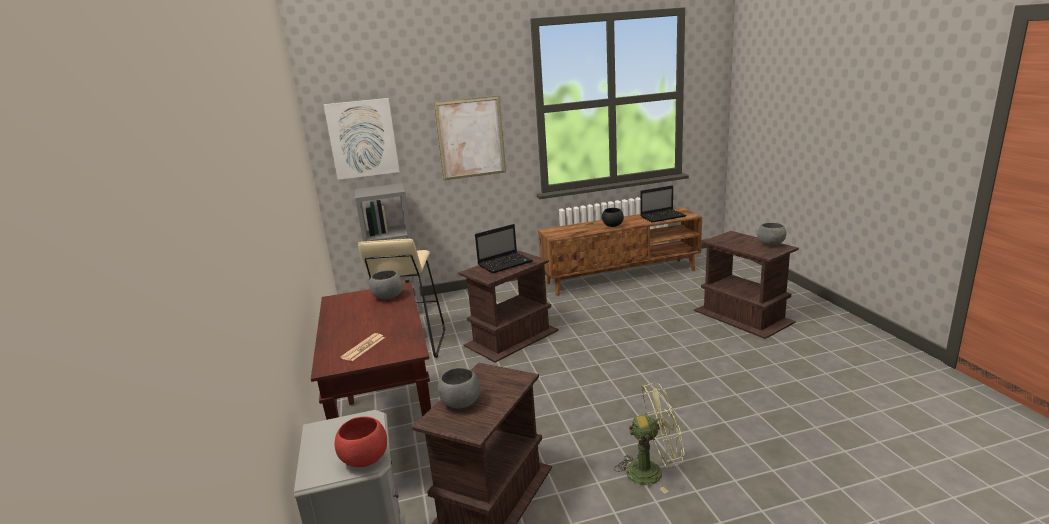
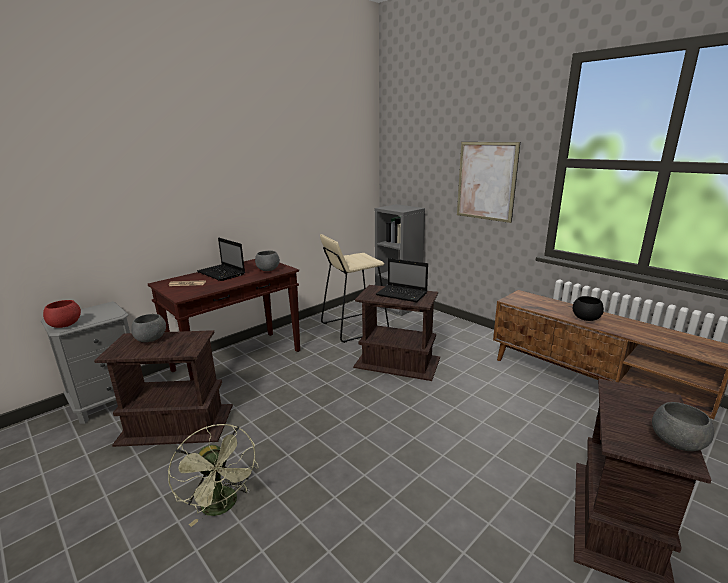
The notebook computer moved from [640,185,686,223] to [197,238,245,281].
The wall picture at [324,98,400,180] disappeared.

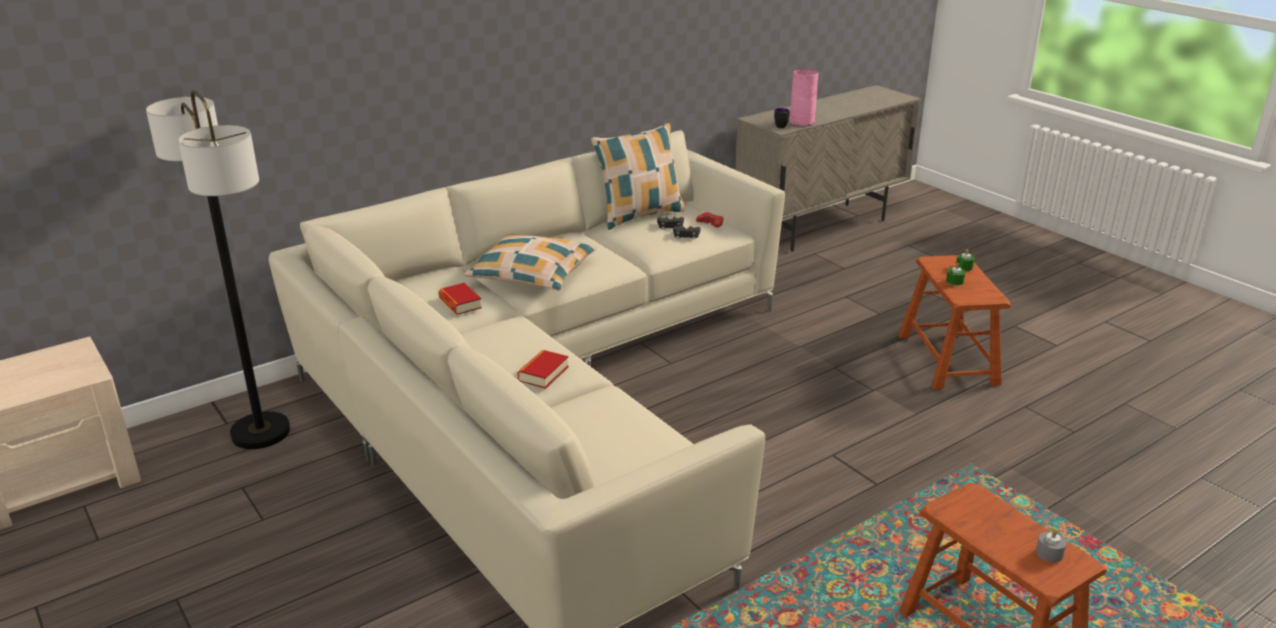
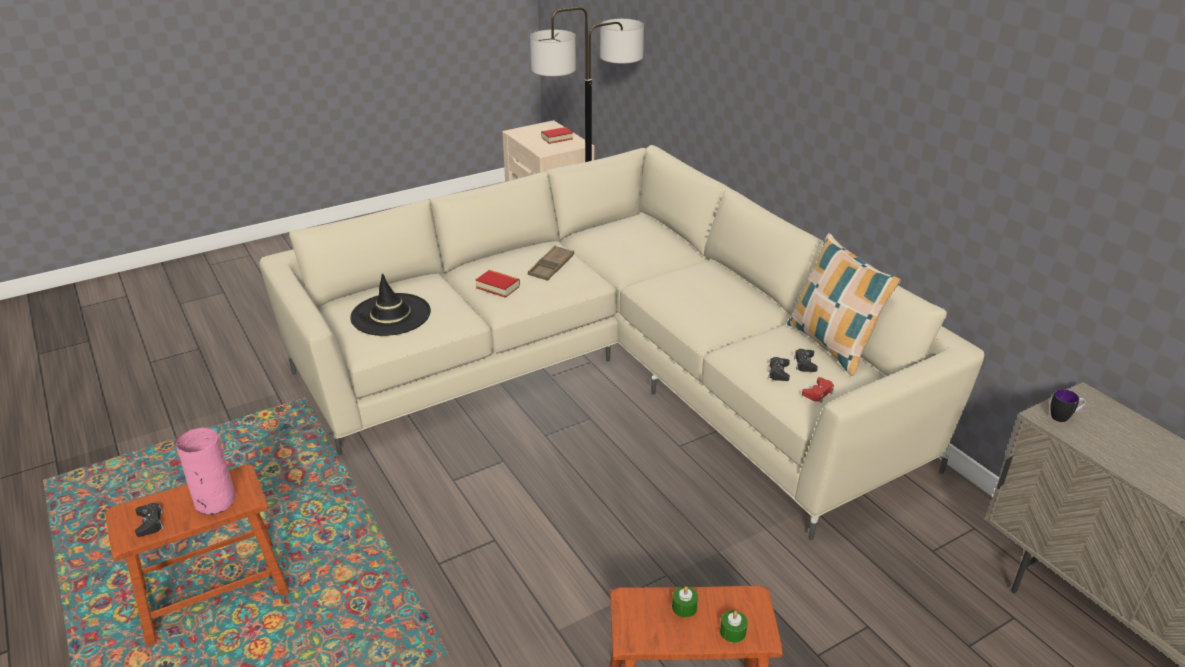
The grey wax candle at [1036,529,1067,562] was replaced by the black-coloured game controller at [135,503,164,537].
The pink-coloured flower vase moved from [789,69,818,127] to [176,427,236,515].
The black-coloured hat at [350,273,431,336] appeared.
The brown carrying tray at [528,245,574,281] appeared.
The volume moved from [438,283,482,315] to [541,127,573,144].
The throw pillow at [464,234,596,290] disappeared.

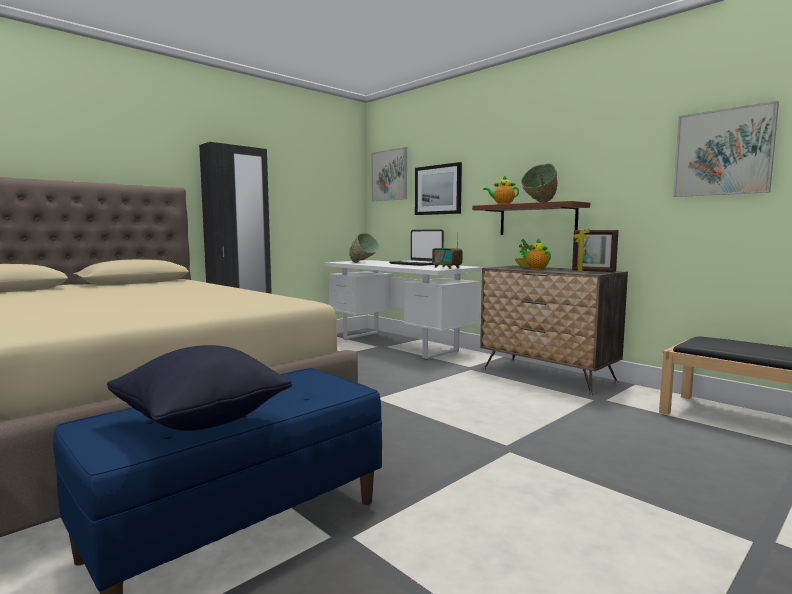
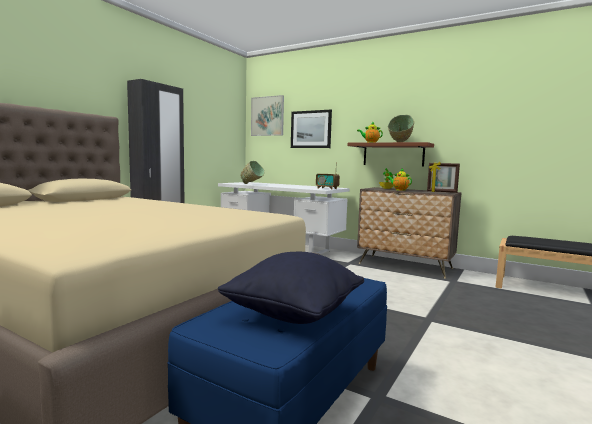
The notebook computer at [389,230,444,266] disappeared.
The wall picture at [673,101,779,197] disappeared.

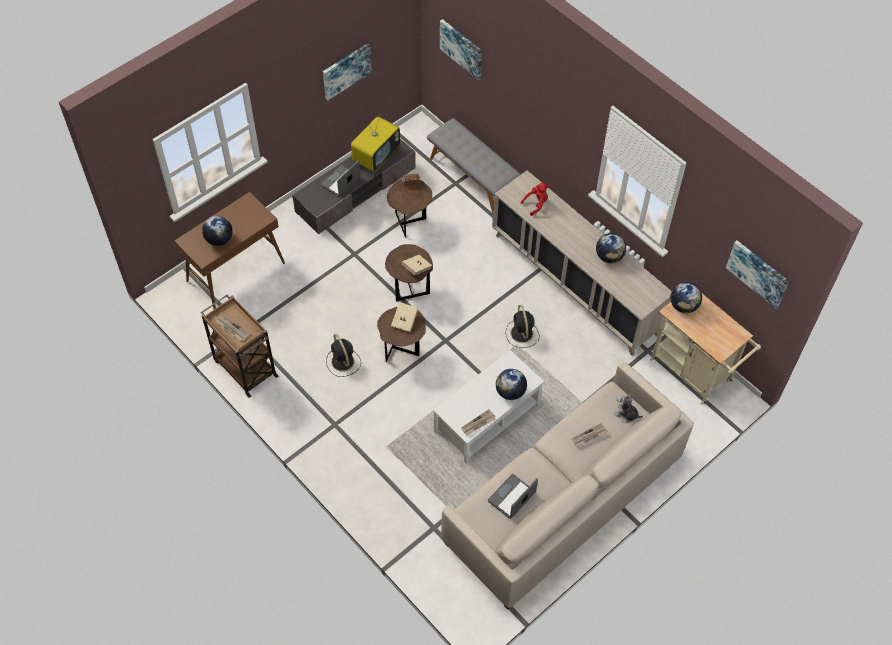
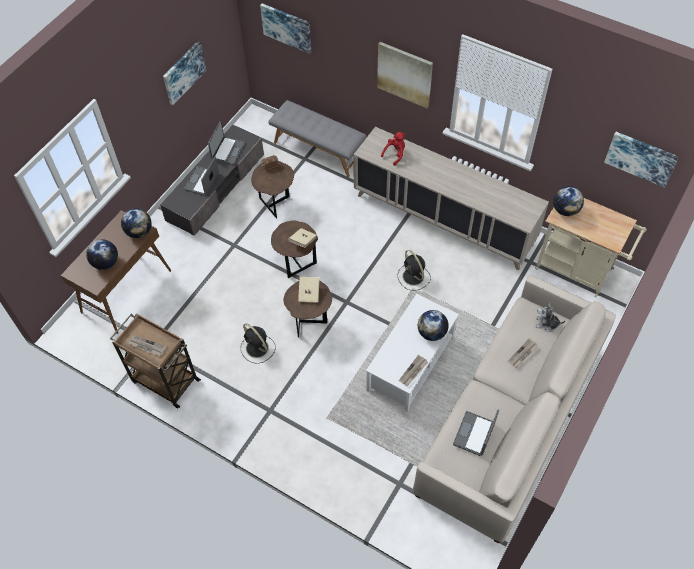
The globe moved from [596,233,626,263] to [121,208,152,238].
The TV set at [351,116,400,172] was replaced by the notebook computer at [208,121,245,165].
The wall picture at [377,42,433,108] appeared.

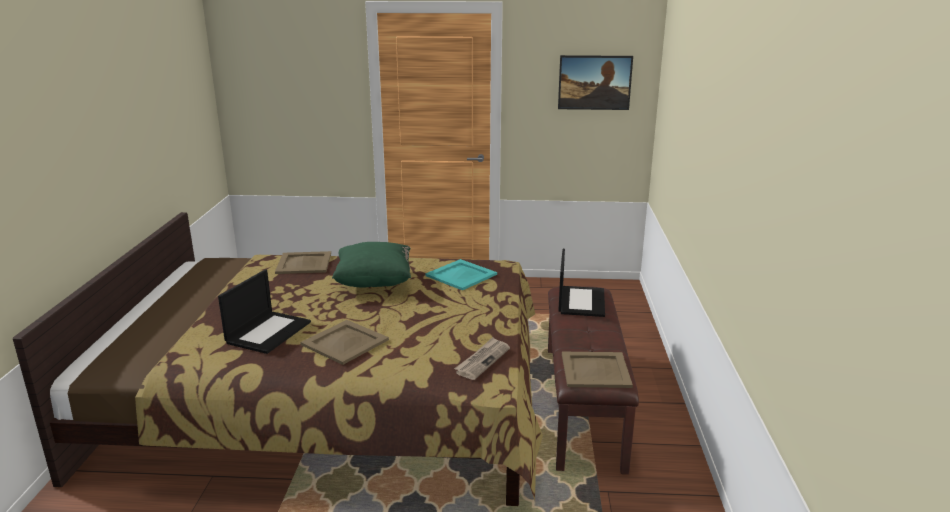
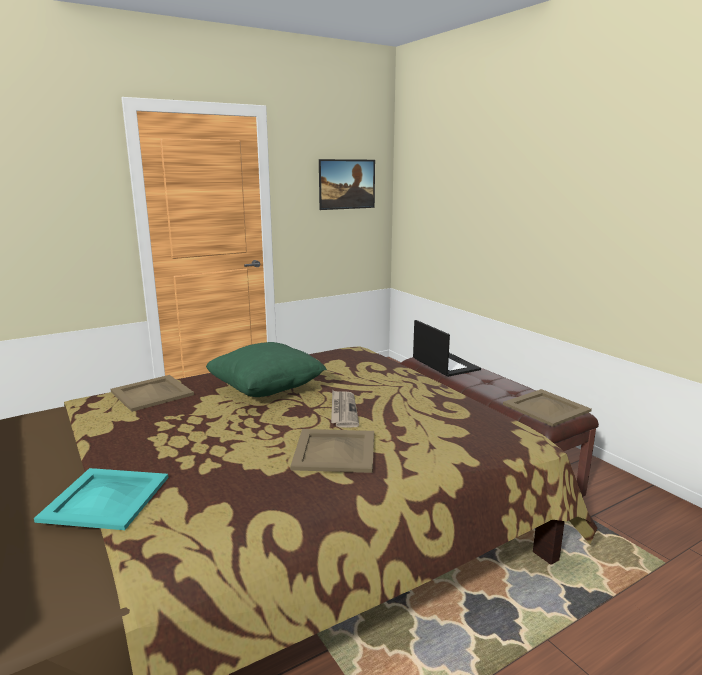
The blue-green carrying tray moved from [425,259,497,291] to [34,468,168,530].
The printed paper moved from [454,337,510,380] to [331,390,359,427].
The notebook computer at [218,269,311,354] disappeared.

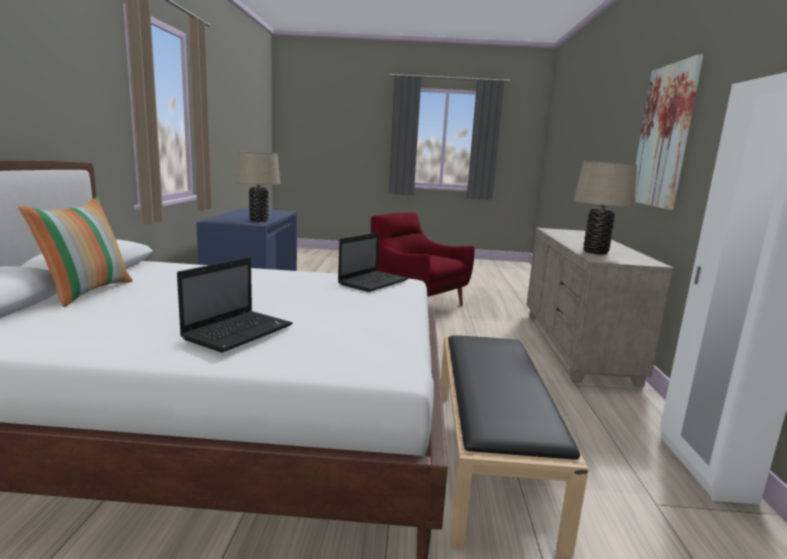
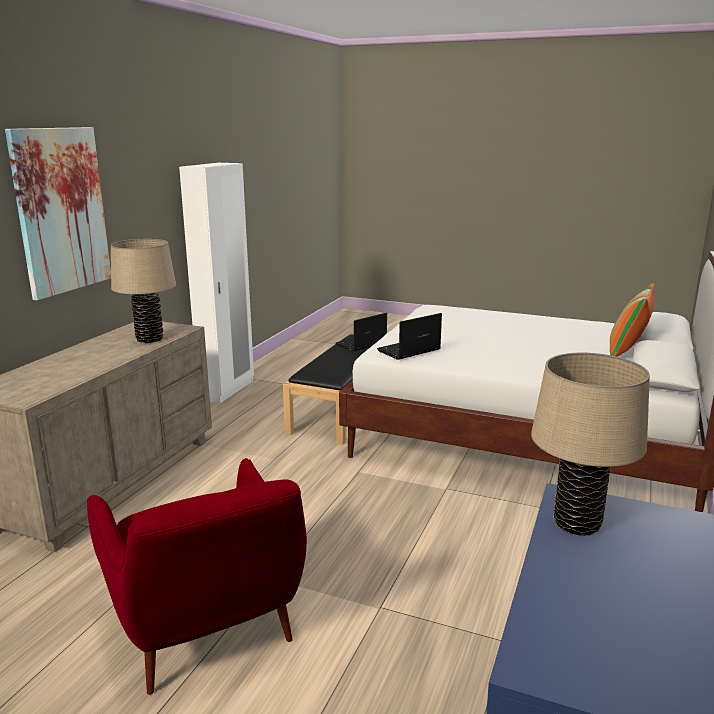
The notebook computer moved from [177,257,293,353] to [336,313,387,351].

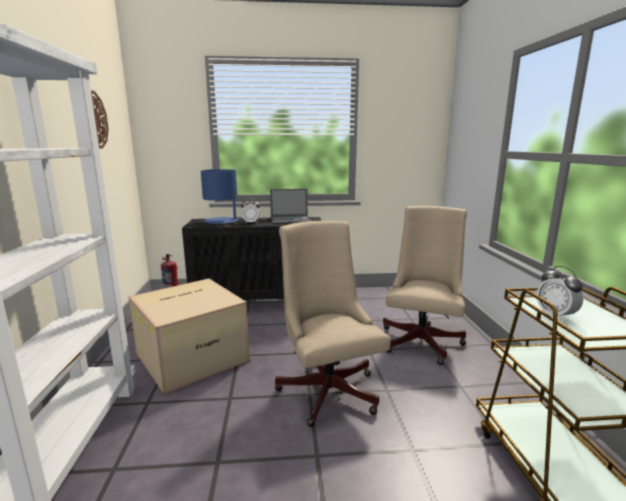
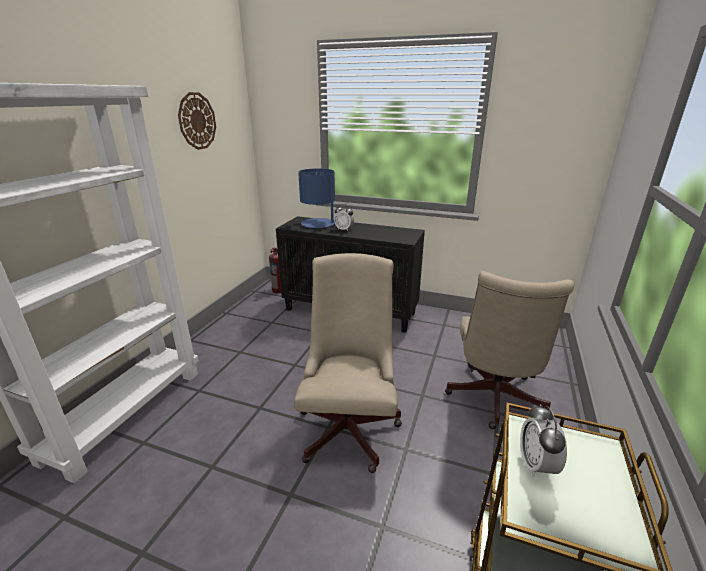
The beige office chair at [383,206,467,365] turned 150 degrees clockwise.
The packing box at [129,278,250,394] disappeared.
The notebook computer at [270,189,311,224] disappeared.

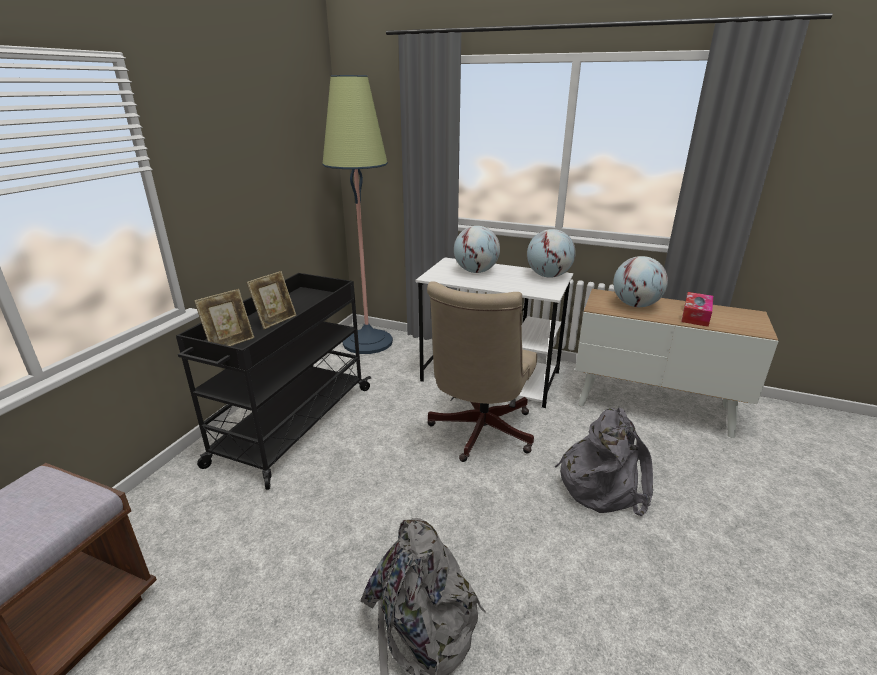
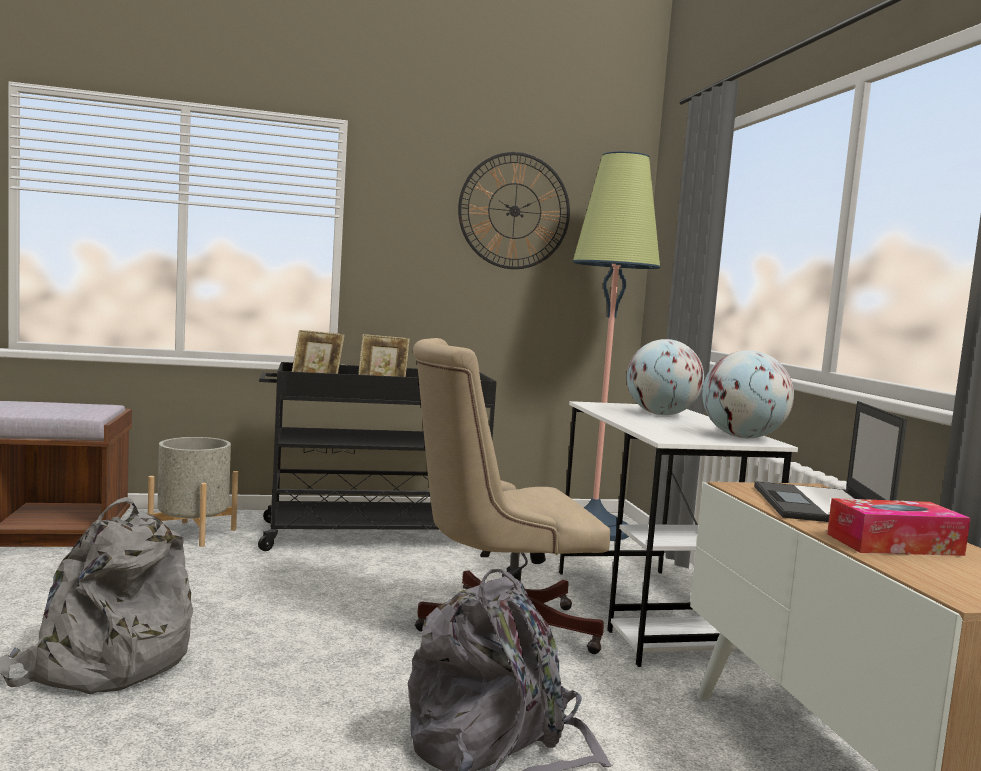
The grey flower pot at [148,437,238,547] appeared.
The wall clock at [458,152,570,269] appeared.
The globe at [613,256,668,307] was replaced by the notebook computer at [754,401,907,522].

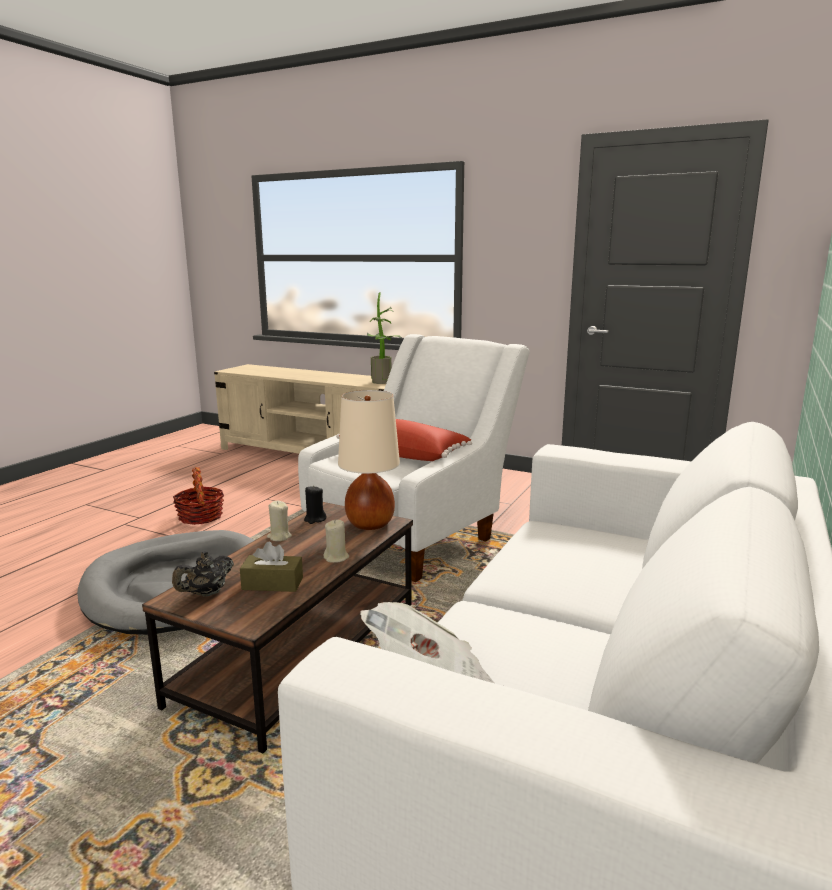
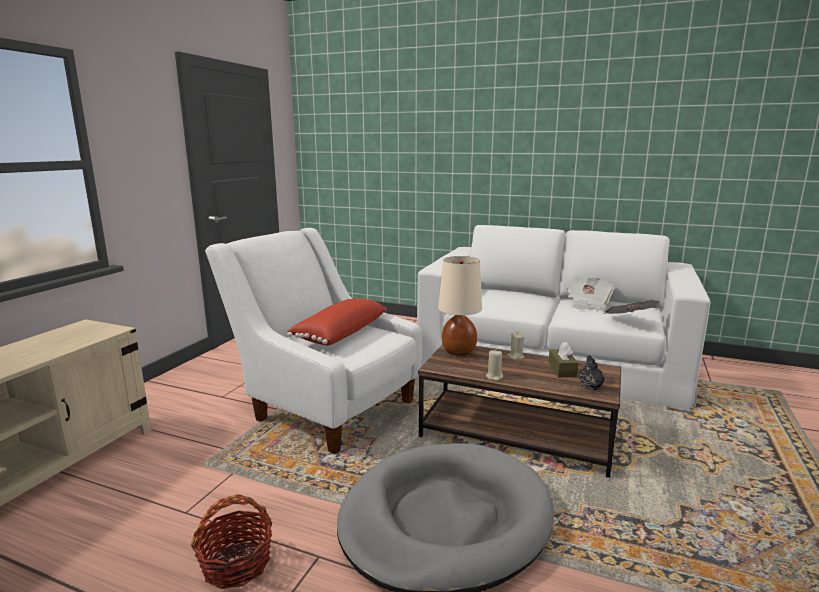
The printed paper at [567,277,615,310] appeared.
The black-coloured pot for tea at [172,551,234,597] turned 120 degrees counterclockwise.
The black-coloured wax candle at [304,485,327,524] disappeared.
The houseplant at [367,292,402,384] disappeared.

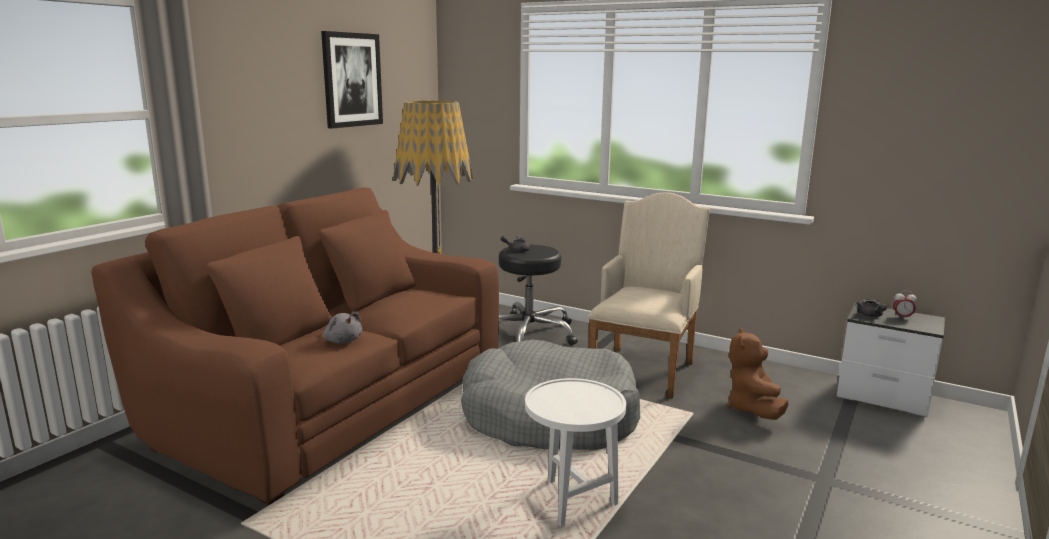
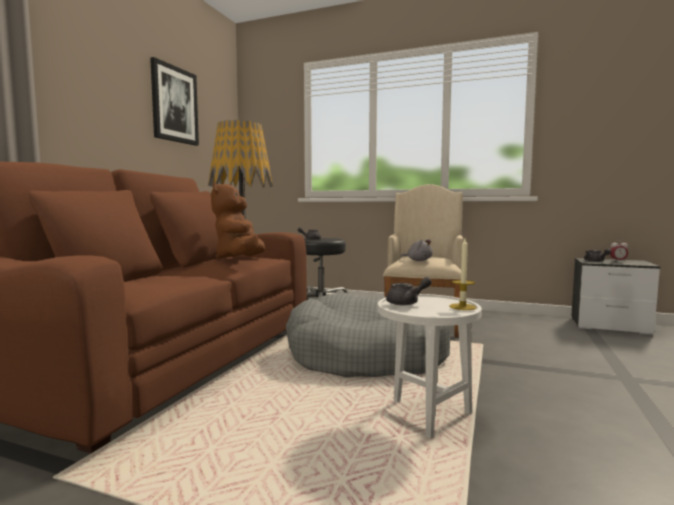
The brown cuddly toy moved from [727,328,788,420] to [211,182,265,259].
The grey pot for tea at [386,277,432,305] appeared.
The grey cuddly toy moved from [324,312,362,344] to [400,239,433,261].
The wax candle at [449,238,476,310] appeared.

